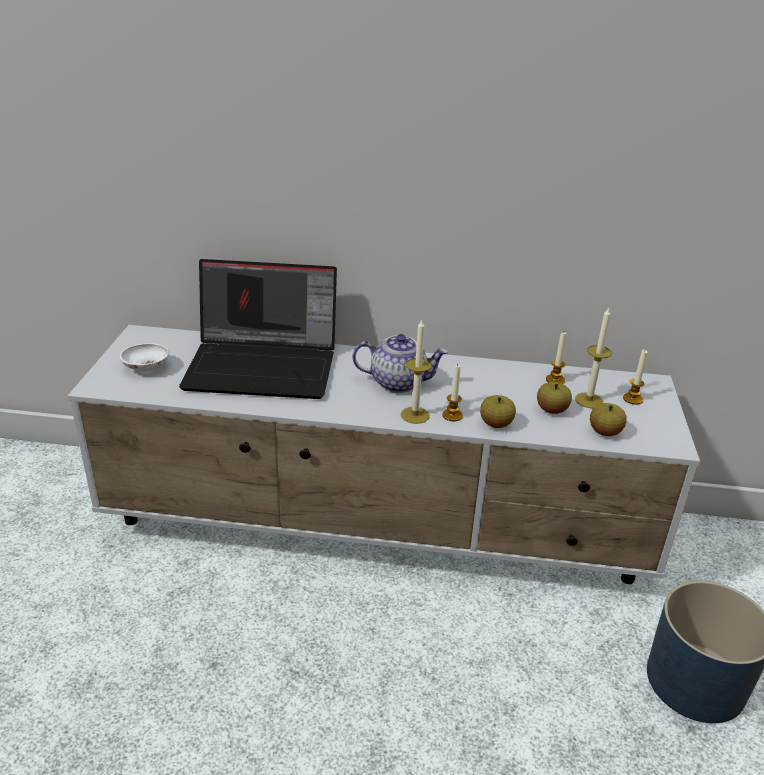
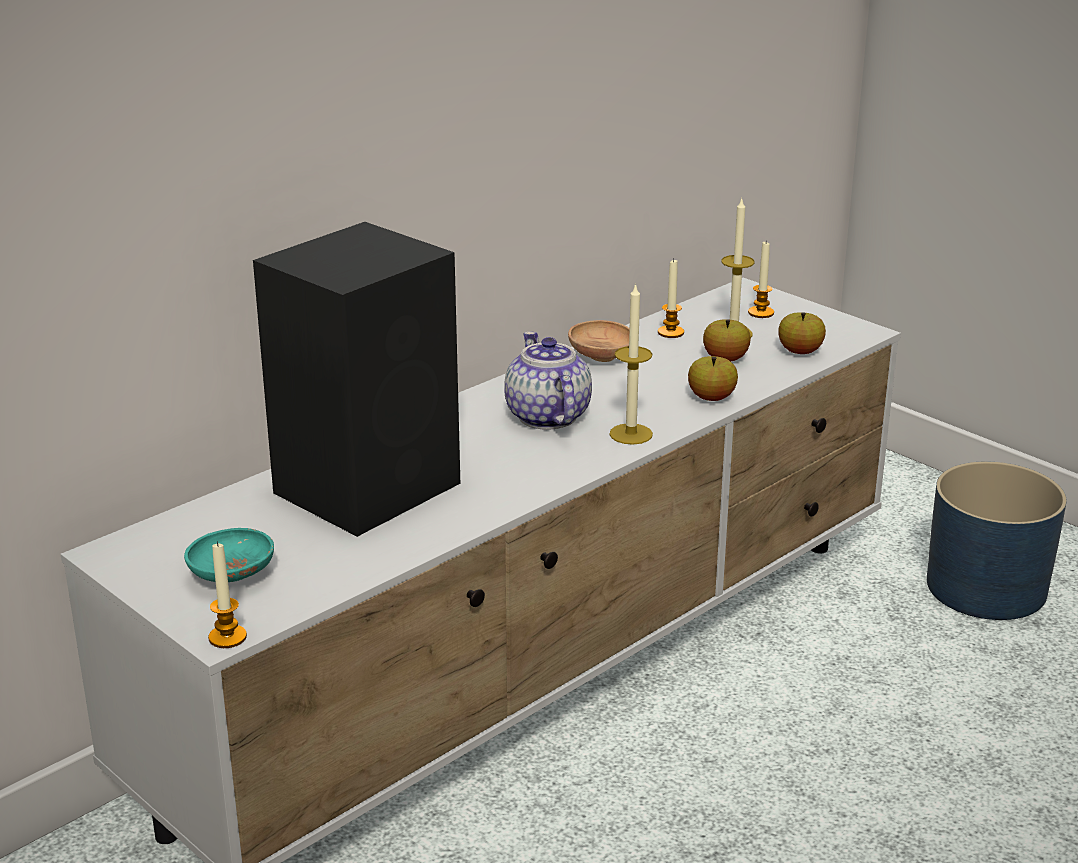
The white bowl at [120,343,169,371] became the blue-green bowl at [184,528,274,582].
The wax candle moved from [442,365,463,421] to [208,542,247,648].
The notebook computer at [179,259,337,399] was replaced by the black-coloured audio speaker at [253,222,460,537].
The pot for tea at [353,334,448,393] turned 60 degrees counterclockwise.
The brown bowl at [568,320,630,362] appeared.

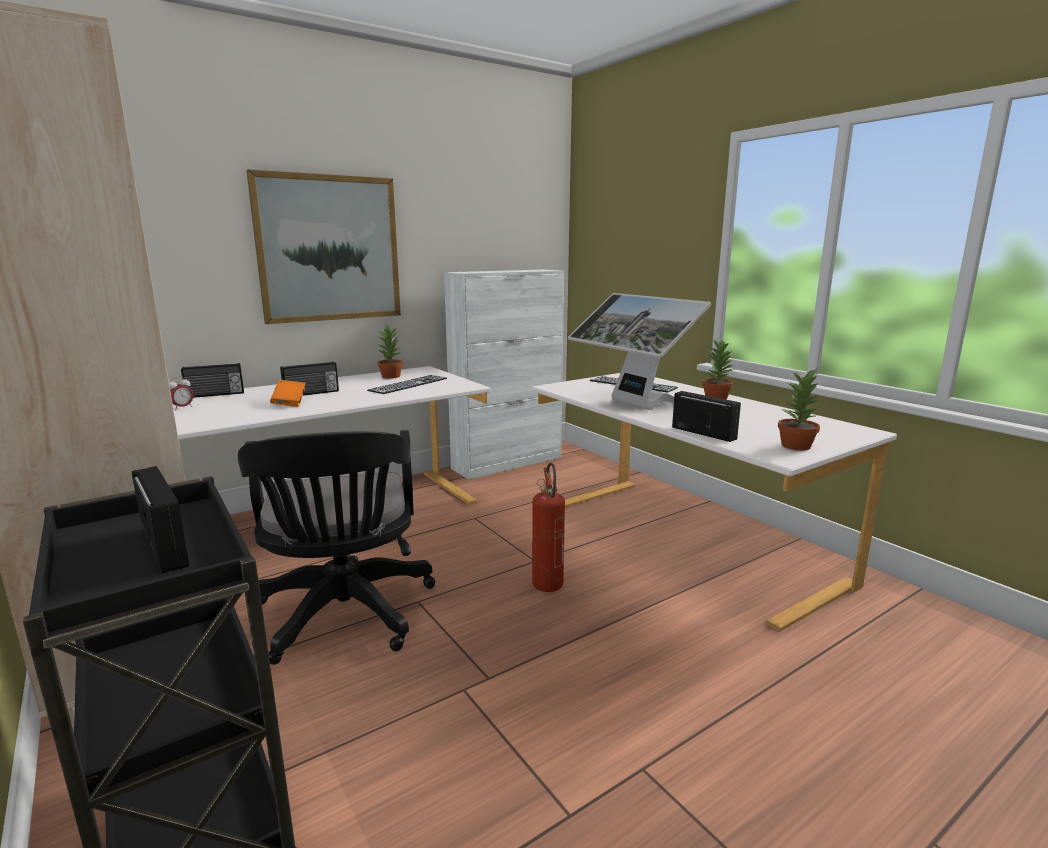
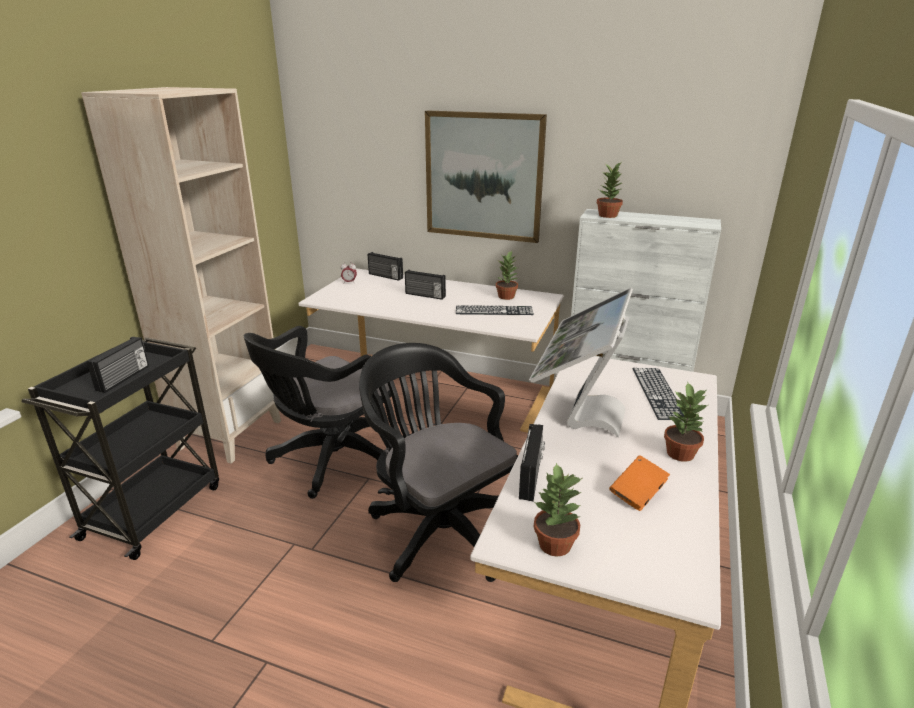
The fire extinguisher at [532,463,565,592] was replaced by the black-coloured office chair at [359,343,518,582].
The houseplant at [597,163,623,218] appeared.
The orange volume moved from [270,380,306,407] to [609,456,670,511].

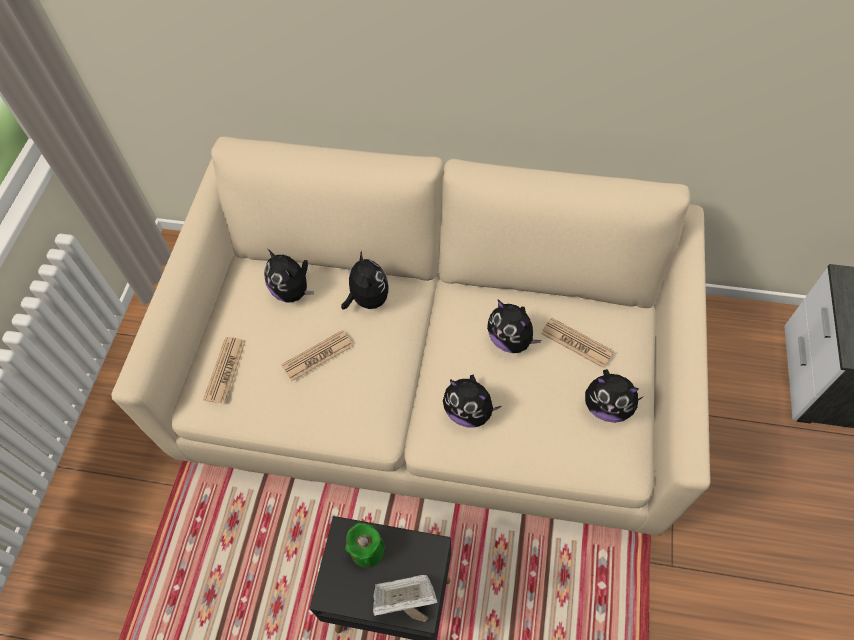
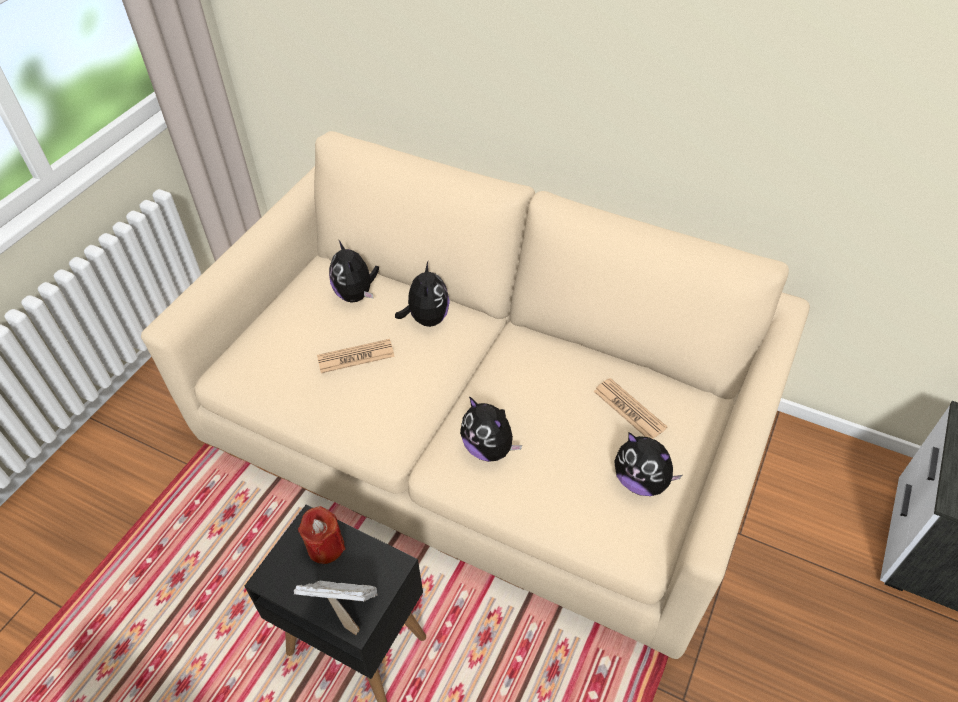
The greenish wax candle at [345,523,385,568] became the red-coloured wax candle at [298,506,345,564].
The printed paper at [203,337,246,404] disappeared.
The cuddly toy at [487,300,541,353] disappeared.

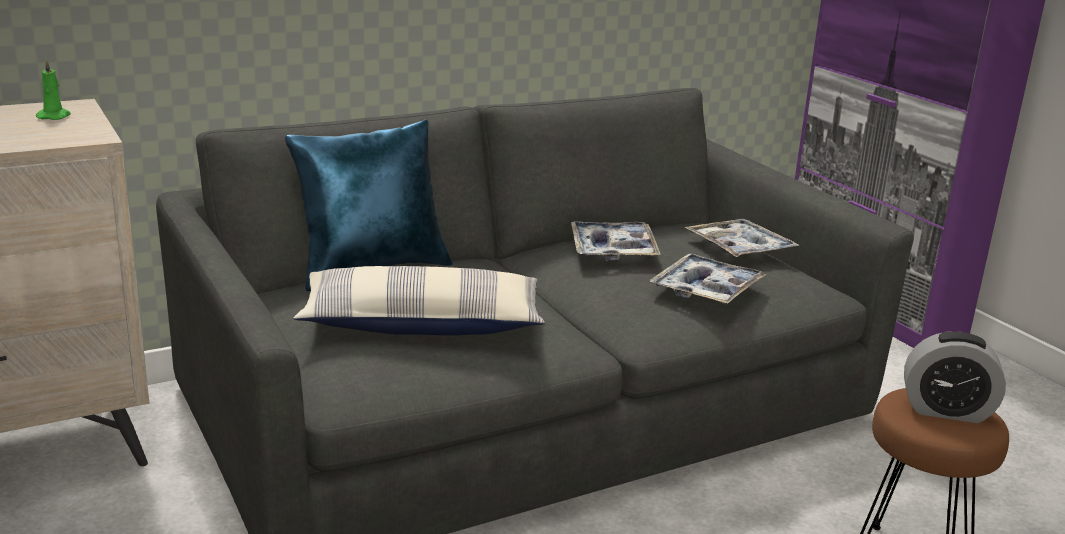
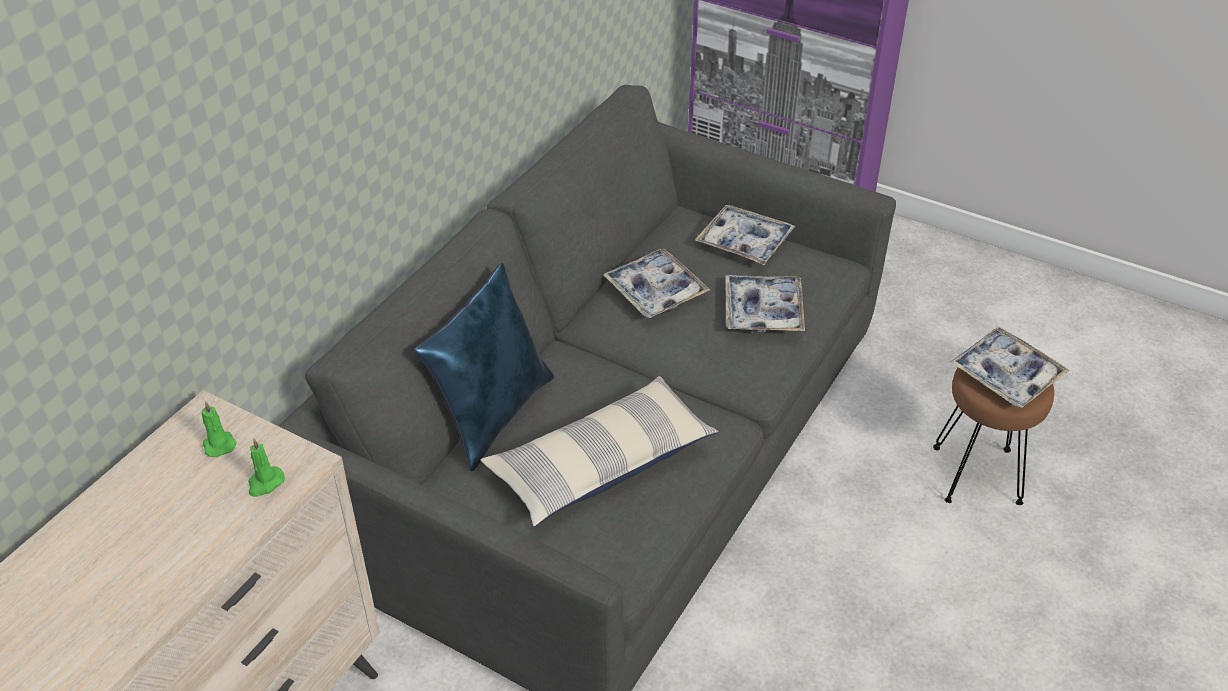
The greenish wax candle at [248,438,285,497] appeared.
The alarm clock at [904,332,1006,423] was replaced by the carrying tray at [950,327,1070,408].

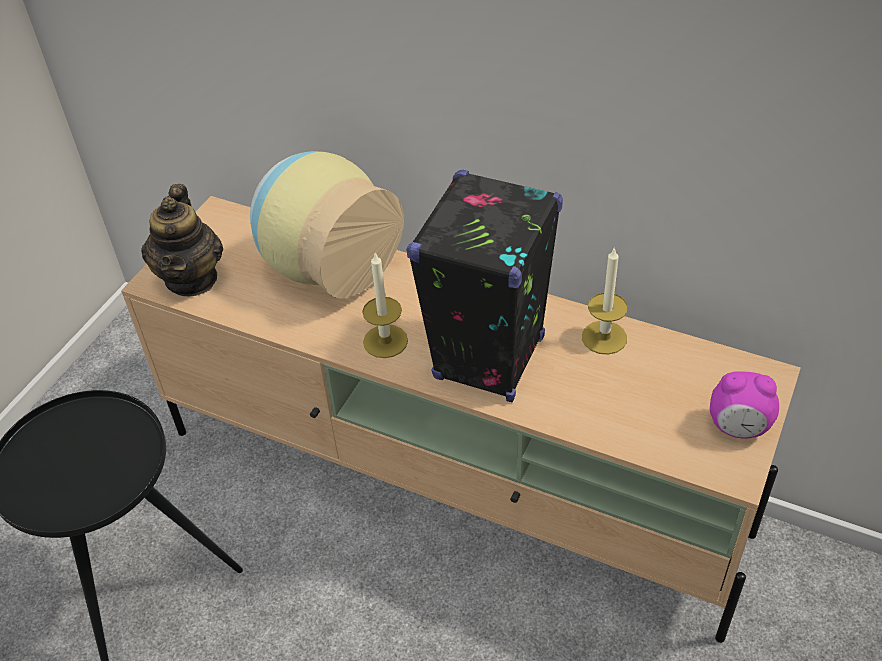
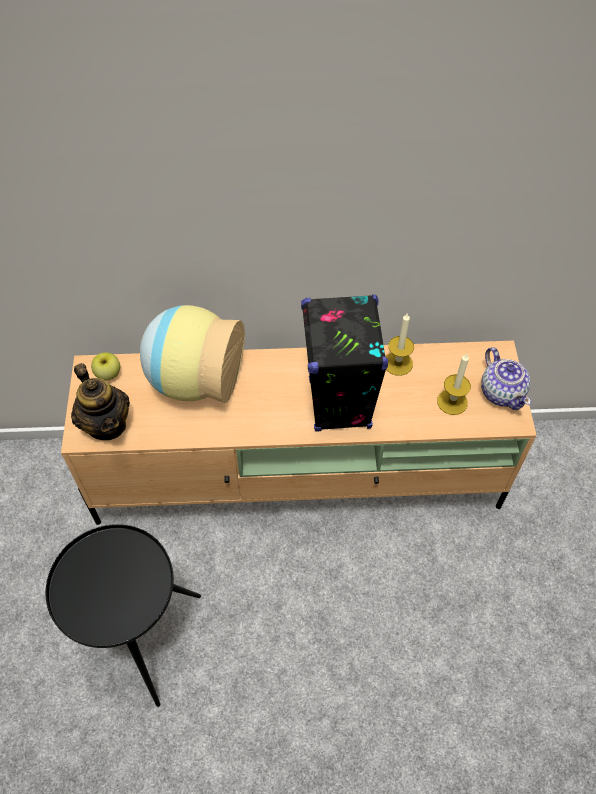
The apple at [91,352,120,381] appeared.
The wax candle moved from [362,252,408,358] to [437,354,471,415].
The alarm clock at [710,371,779,439] was replaced by the pot for tea at [481,347,531,410].

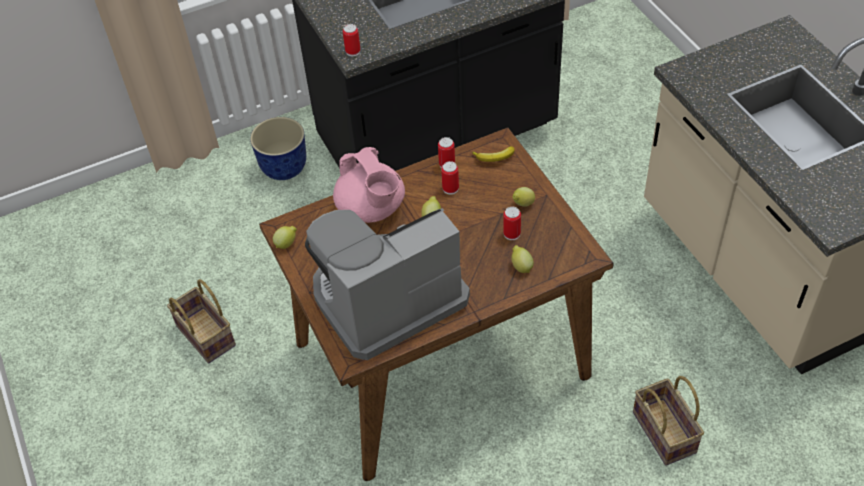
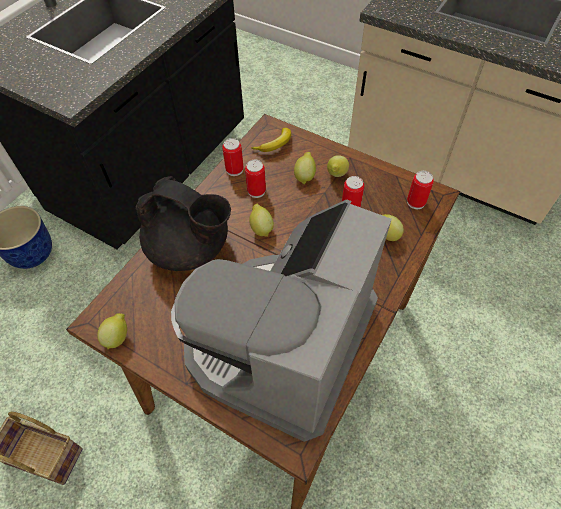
The pink-coloured pot for tea at [333,147,405,223] became the black-coloured pot for tea at [136,176,231,271].
The whole lemon at [294,152,316,184] appeared.
The sealed can moved from [343,24,361,56] to [407,171,434,209].
The storage basket at [633,376,704,465] disappeared.

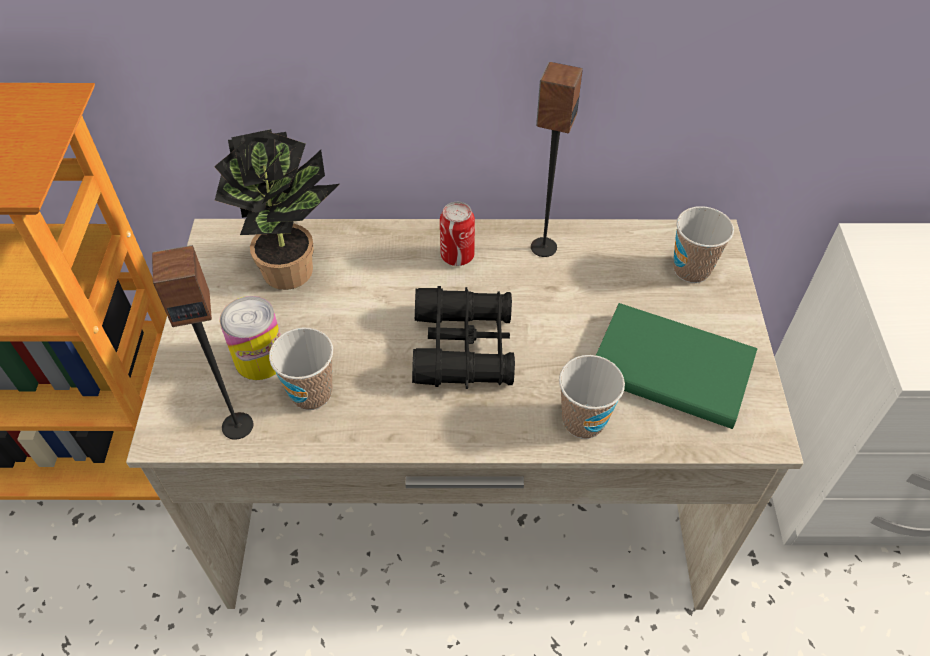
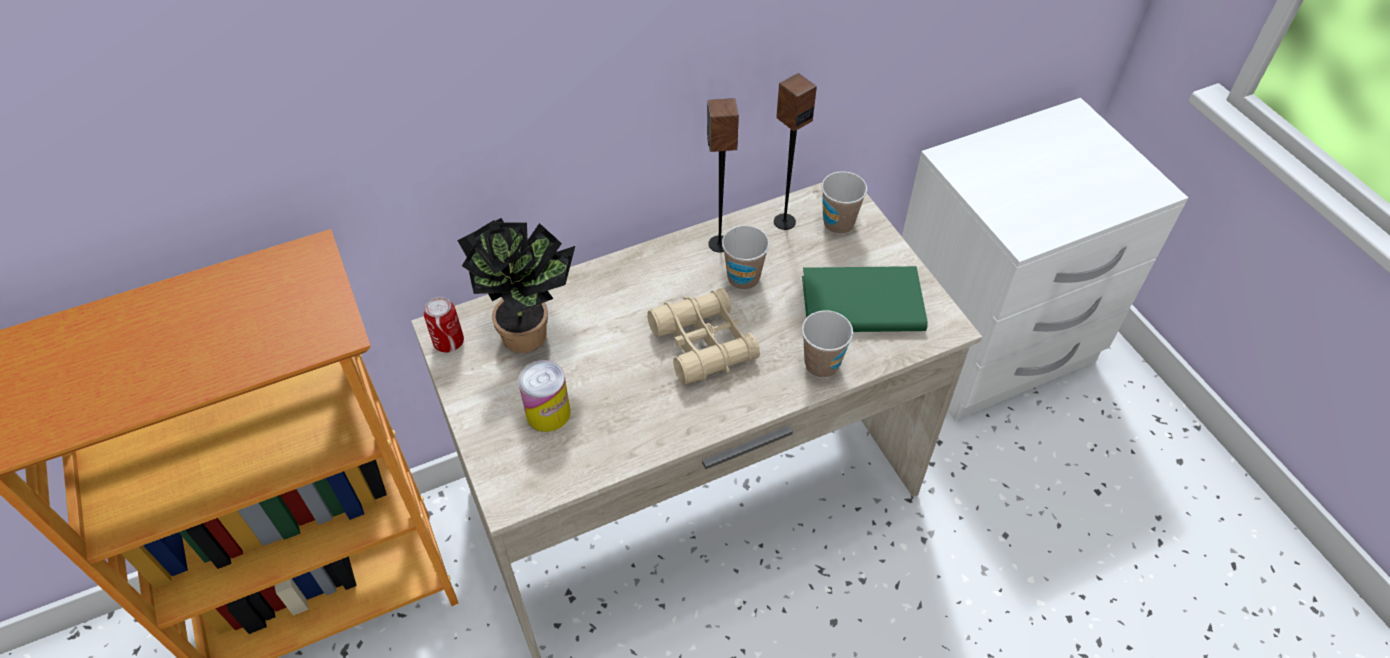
The sealed can moved from [440,202,475,266] to [424,297,464,352].
The black-coloured pair of binoculars at [412,286,515,389] became the beige pair of binoculars at [647,288,760,384].
The drinking cup moved from [269,328,333,410] to [722,225,770,290].
The audio speaker moved from [152,245,253,440] to [774,73,817,230].

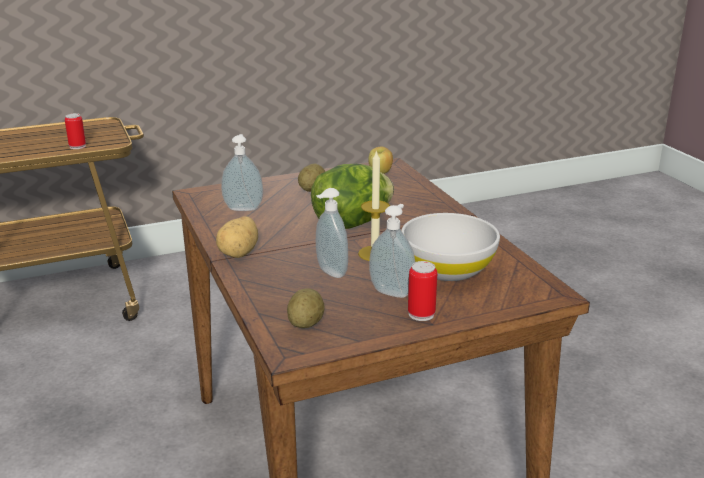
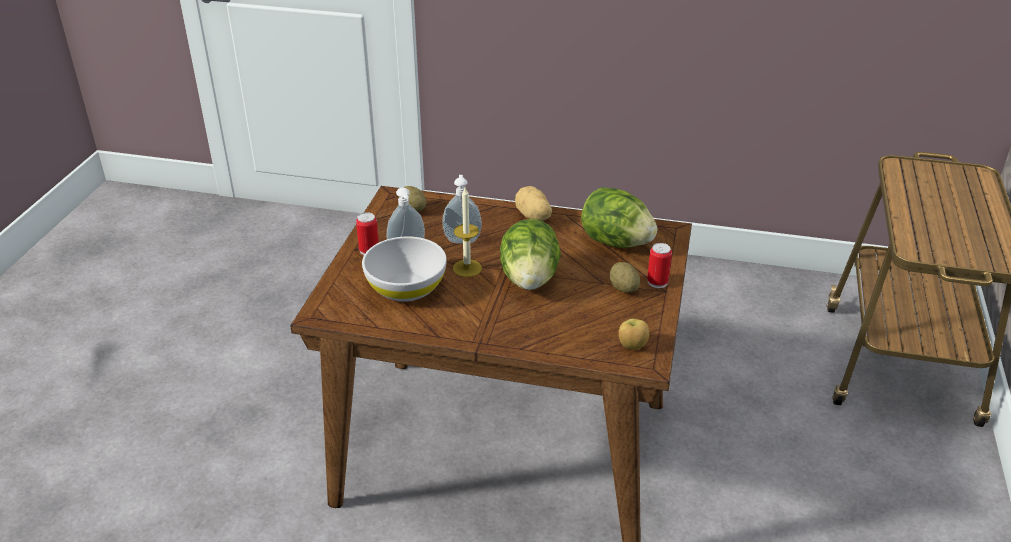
The soap bottle at [221,134,263,211] was replaced by the head of lettuce at [581,187,657,248].
The sealed can moved from [65,113,86,149] to [647,243,672,288].

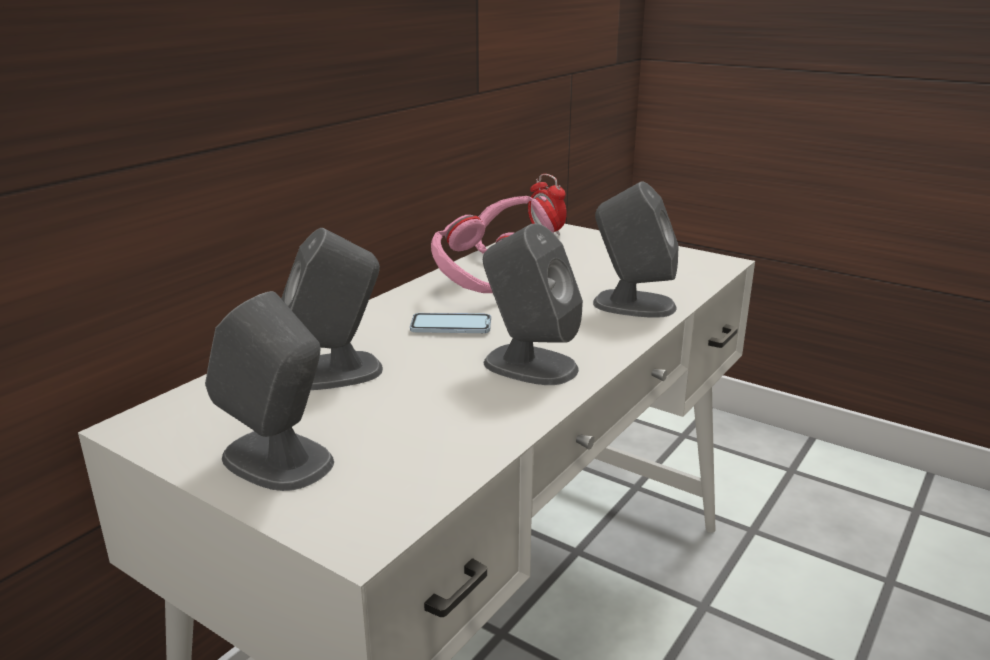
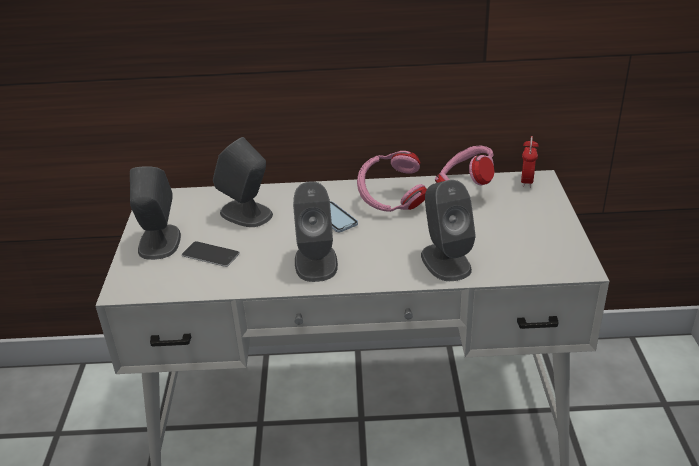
The phone at [182,241,240,267] appeared.

